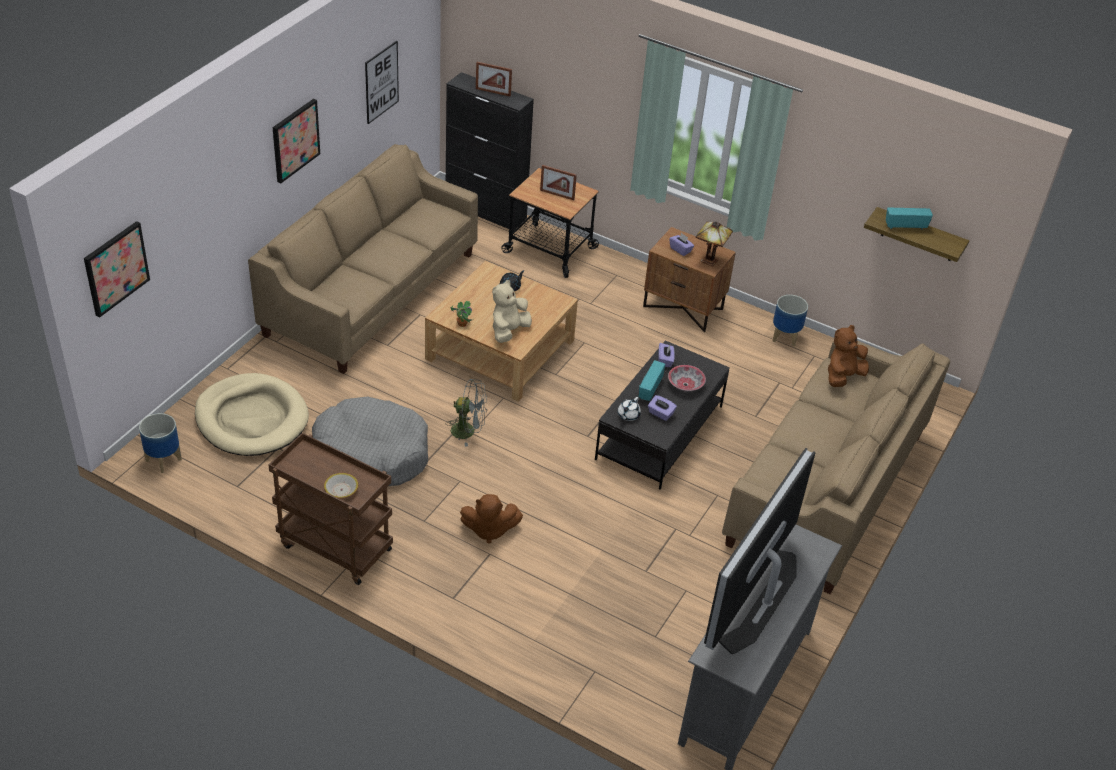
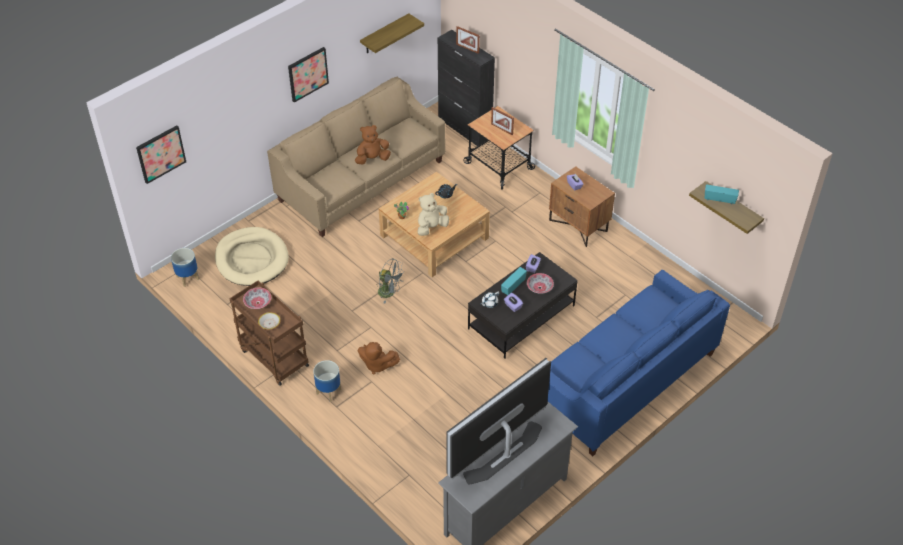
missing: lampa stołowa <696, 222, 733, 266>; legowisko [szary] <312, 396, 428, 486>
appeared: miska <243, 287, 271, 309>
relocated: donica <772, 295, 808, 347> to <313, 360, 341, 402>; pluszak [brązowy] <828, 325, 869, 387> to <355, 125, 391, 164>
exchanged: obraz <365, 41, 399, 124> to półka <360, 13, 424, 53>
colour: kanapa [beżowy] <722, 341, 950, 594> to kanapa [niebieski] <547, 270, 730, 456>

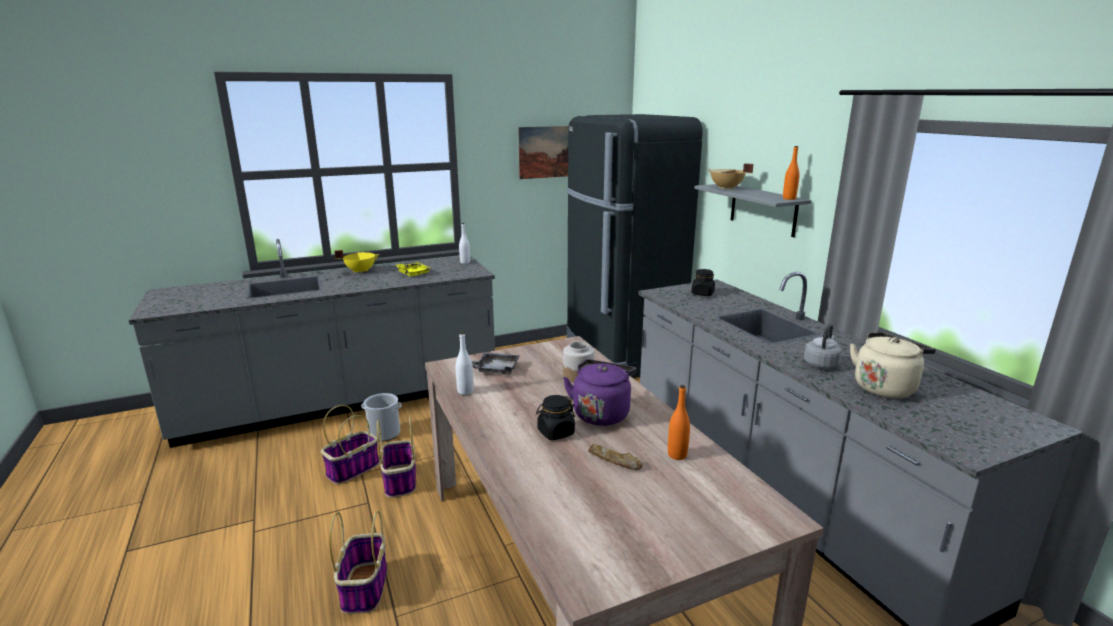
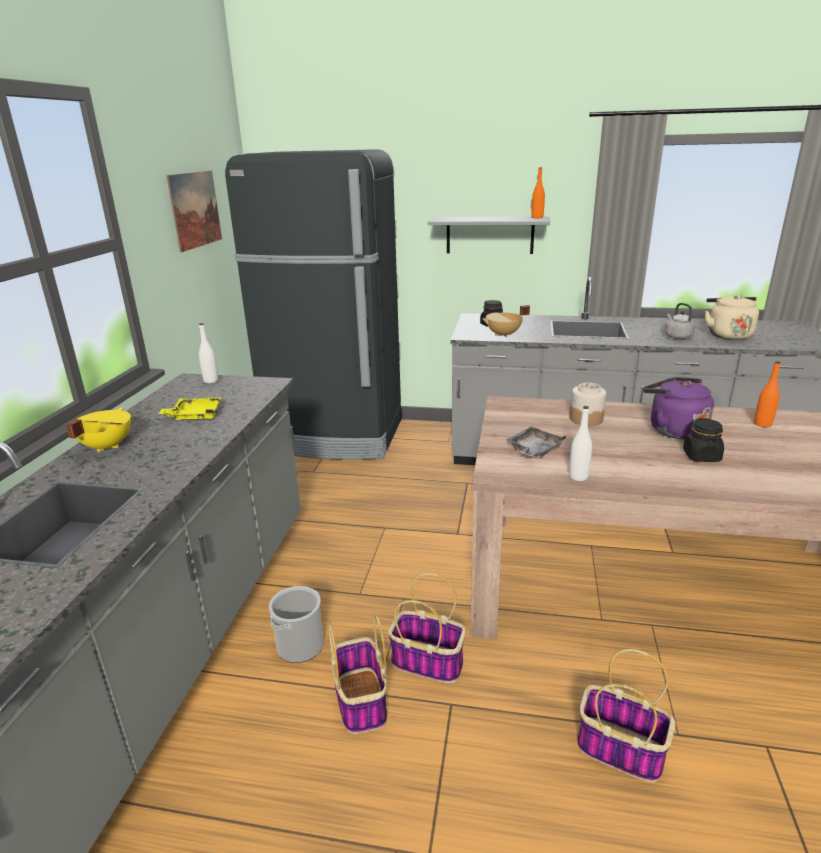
missing: chleb <588, 444, 643, 470>
relocated: garnek [beżowy] <708, 163, 754, 190> to <483, 305, 530, 337>

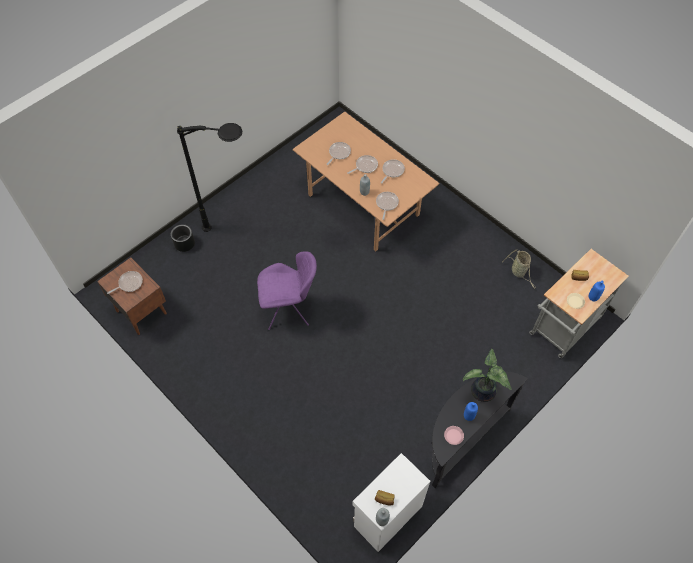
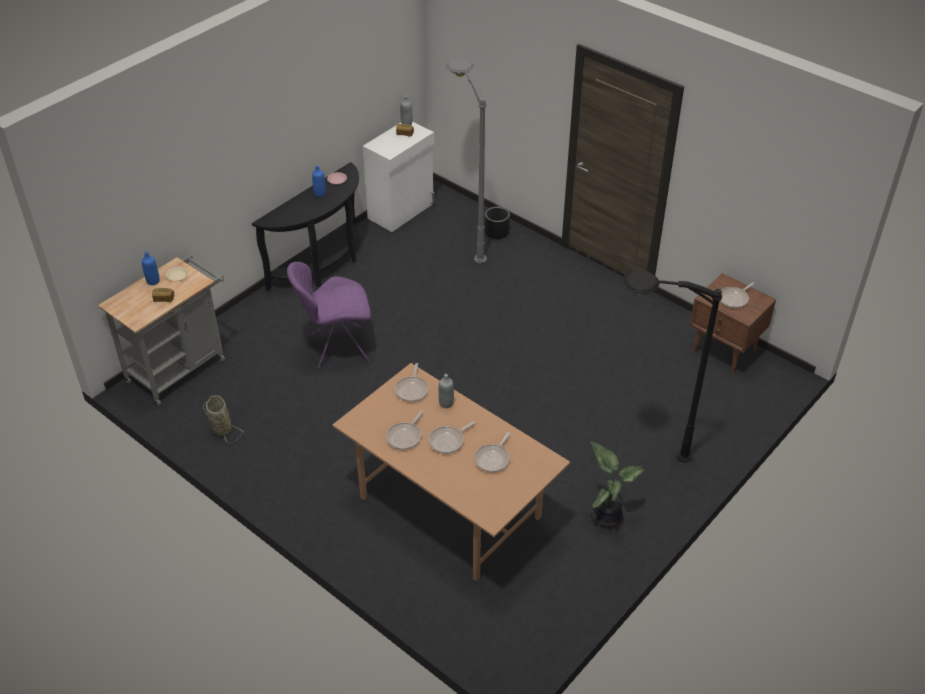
appeared: lampa stojąca [szary] <446, 57, 487, 264>
relocated: donica [czarny] <171, 224, 195, 252> to <484, 206, 510, 239>; krzesło [fioletowy] <257, 251, 317, 330> to <287, 262, 371, 369>; roślina doniczkowa <463, 349, 512, 402> to <590, 442, 644, 527>

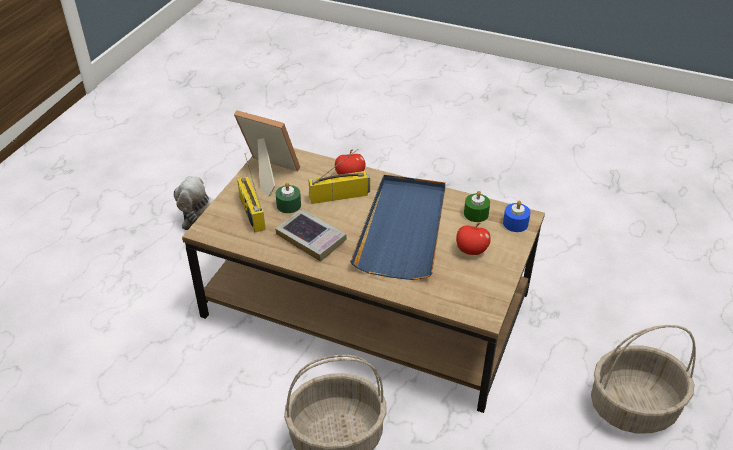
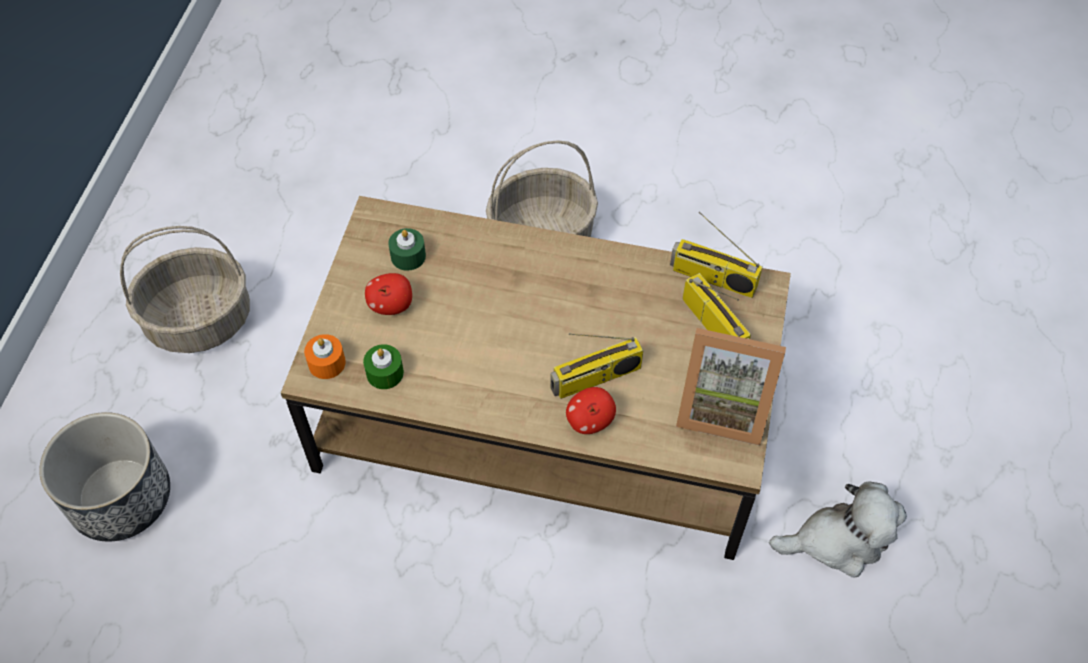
missing: taca [niebieski] <350, 175, 446, 280>; książka <275, 209, 347, 262>
appeared: radio <670, 212, 763, 298>; donica <39, 412, 170, 542>
relocated: świeca [zielony] <275, 182, 301, 213> to <388, 228, 426, 271>
colour: świeca [niebieski] <503, 200, 531, 232> to świeca [pomarańczowy] <304, 334, 346, 379>

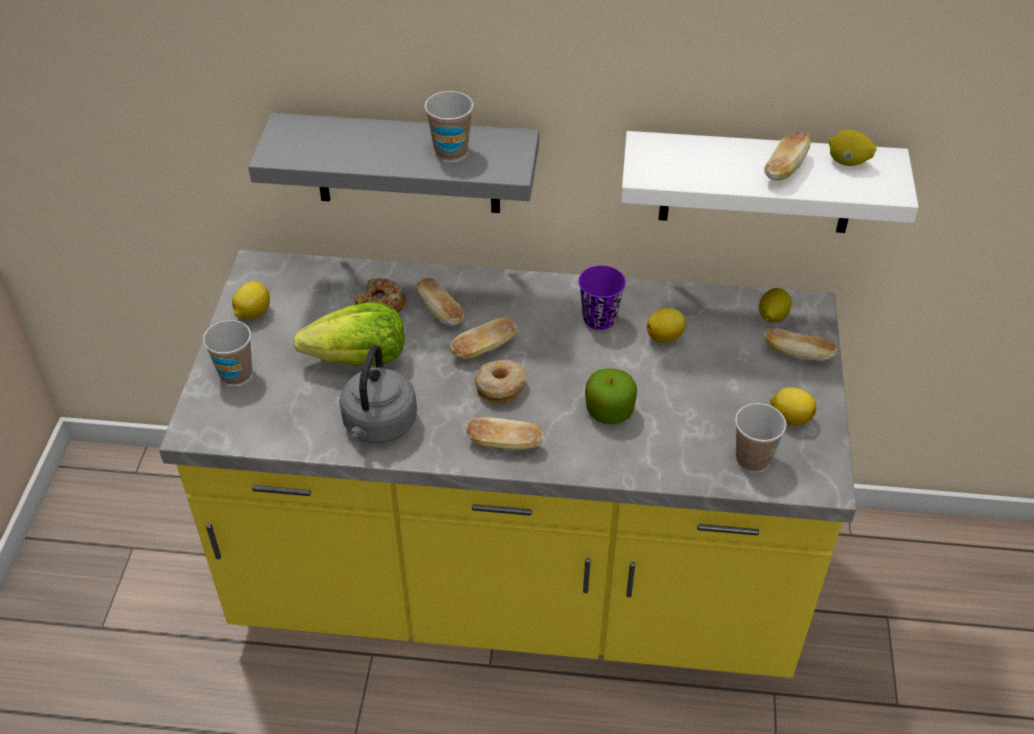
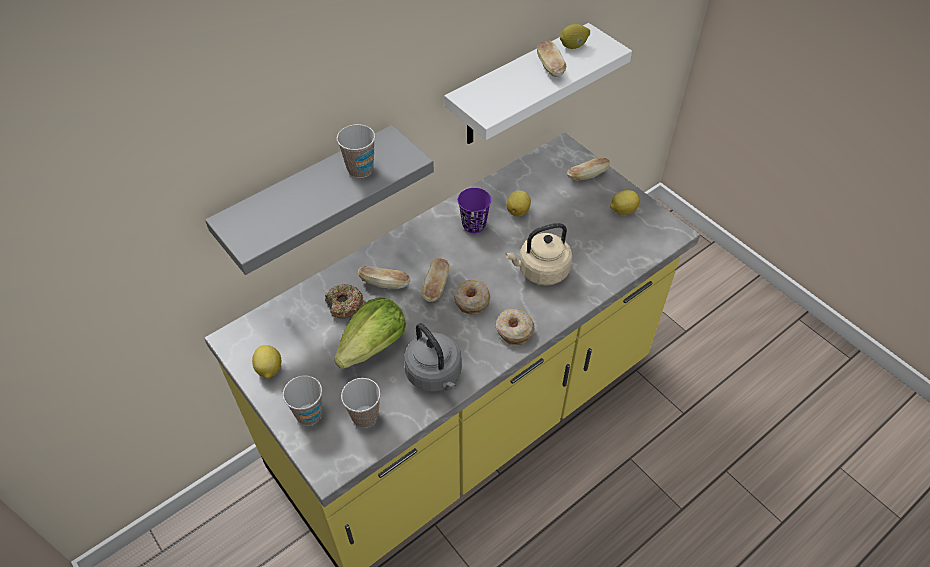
missing: cytryna <759, 288, 792, 322>
relocated: filiżanka <735, 403, 786, 472> to <341, 378, 381, 428>
exchanged: jabłko <585, 368, 637, 425> to czajnik [beżowy] <505, 223, 572, 286>; chleb <466, 417, 544, 450> to donut <496, 309, 534, 345>

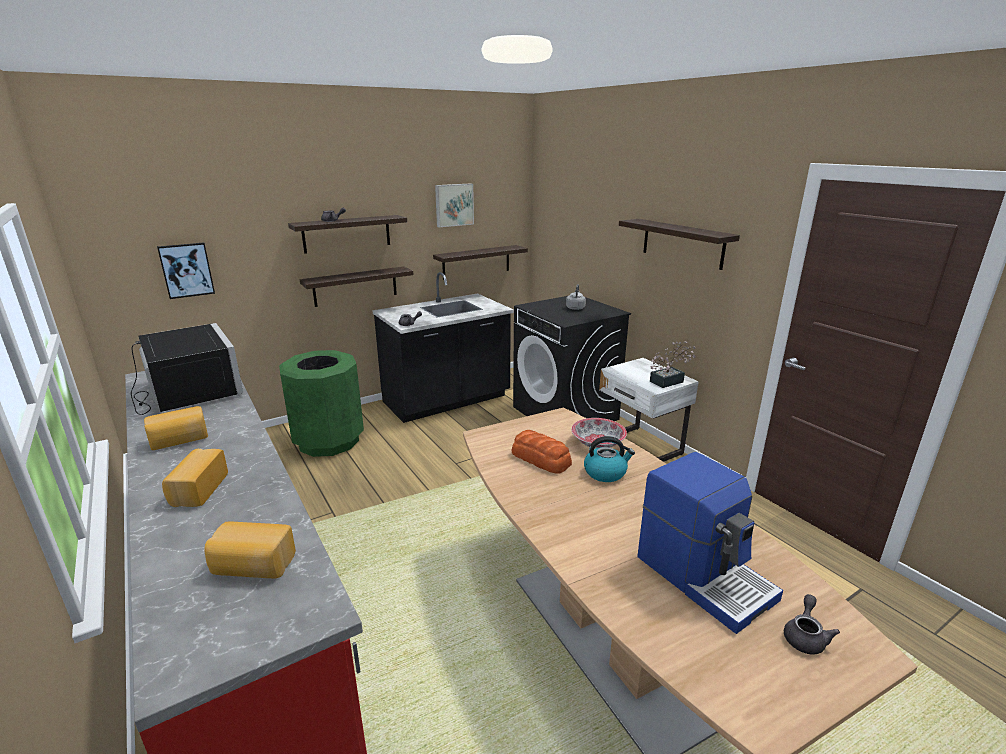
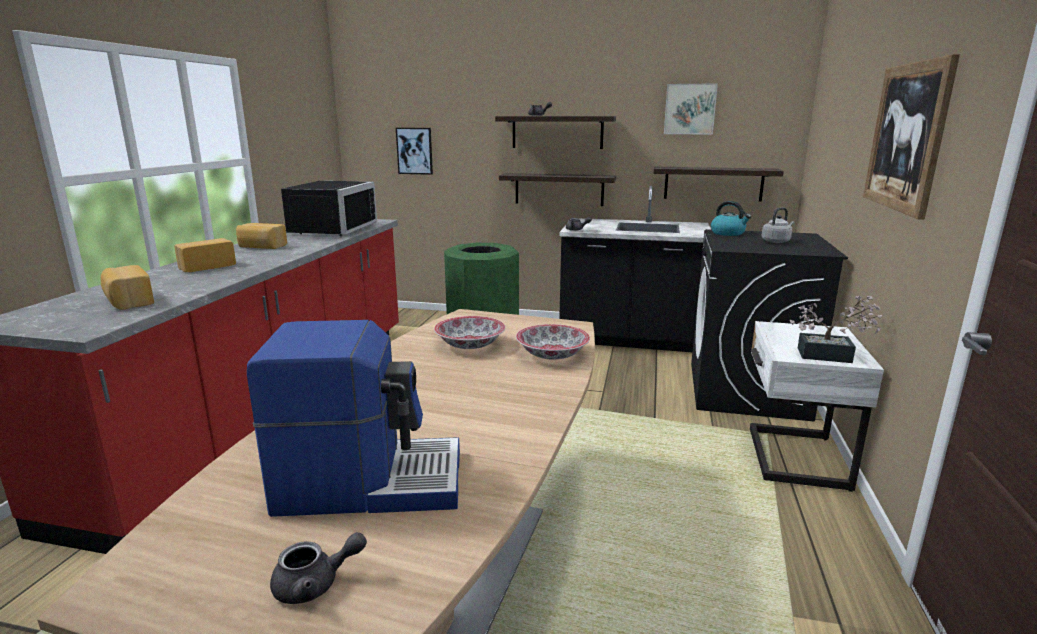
relocated: czajnik <584, 436, 635, 482> to <711, 201, 751, 236>
exchanged: półka <619, 219, 740, 270> to obraz <863, 54, 960, 220>; chleb <512, 430, 572, 474> to miska <434, 316, 505, 349>
spun: ekspres do kawy <637, 452, 783, 634> = <247, 320, 460, 517> 105 degrees counterclockwise

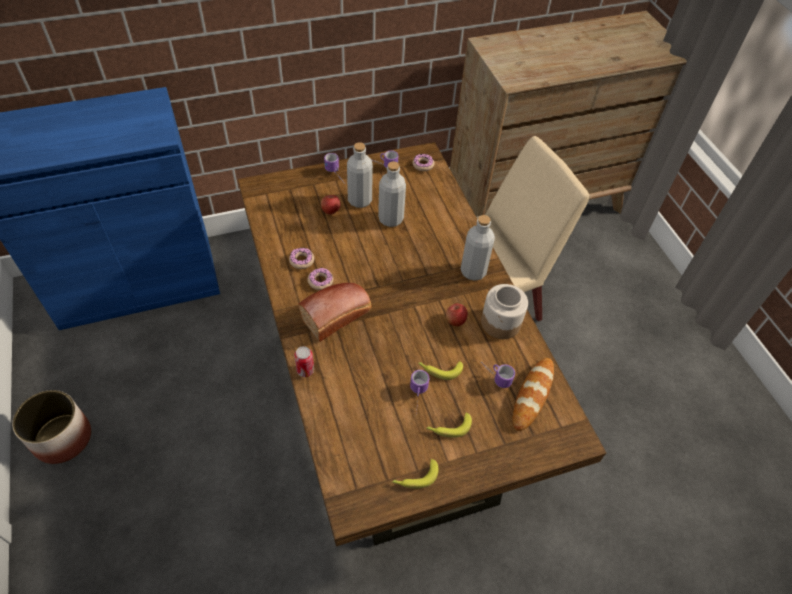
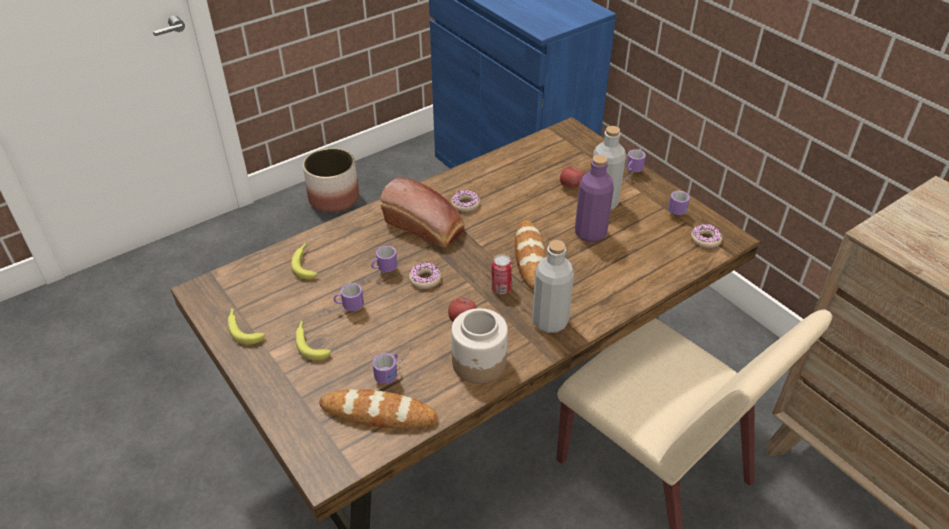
appeared: chleb <515, 220, 546, 290>; kubek <358, 246, 398, 283>
relocated: donut <289, 248, 314, 269> to <409, 262, 441, 289>; puszka <294, 346, 314, 377> to <491, 254, 512, 294>; banan <418, 361, 463, 380> to <291, 243, 317, 280>
colour: butelka [szary] <378, 161, 406, 227> to butelka [fioletowy] <575, 155, 614, 242>

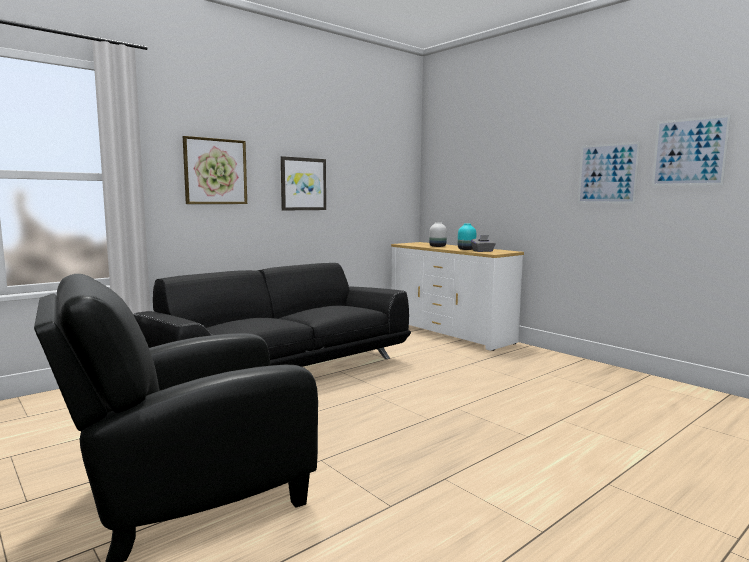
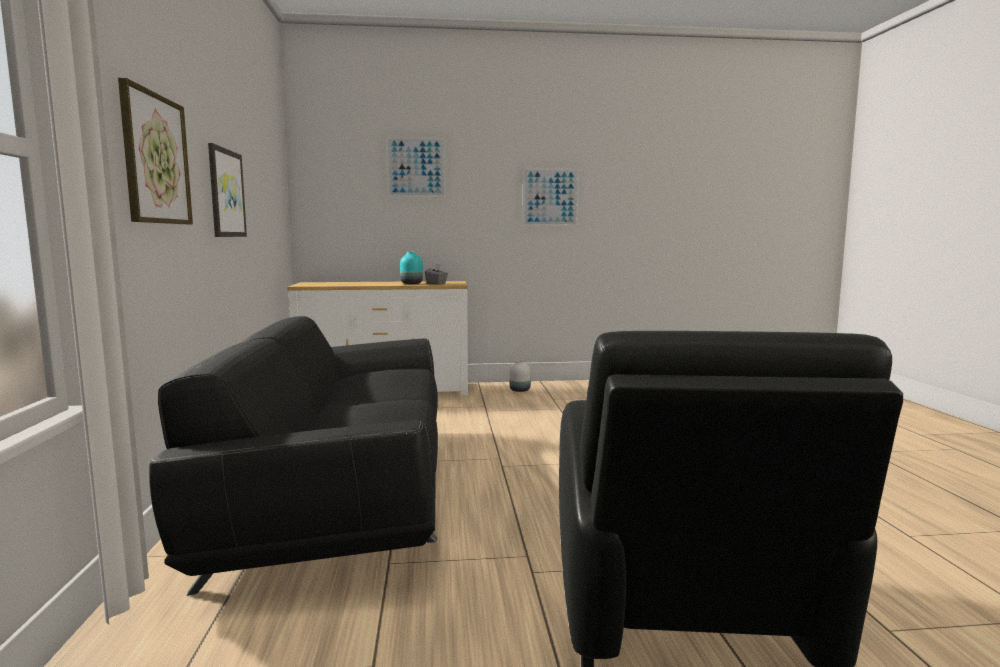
relocated: obraz <652, 115, 731, 186> to <386, 137, 446, 197>; wazon [biały] <429, 222, 447, 247> to <509, 360, 531, 392>

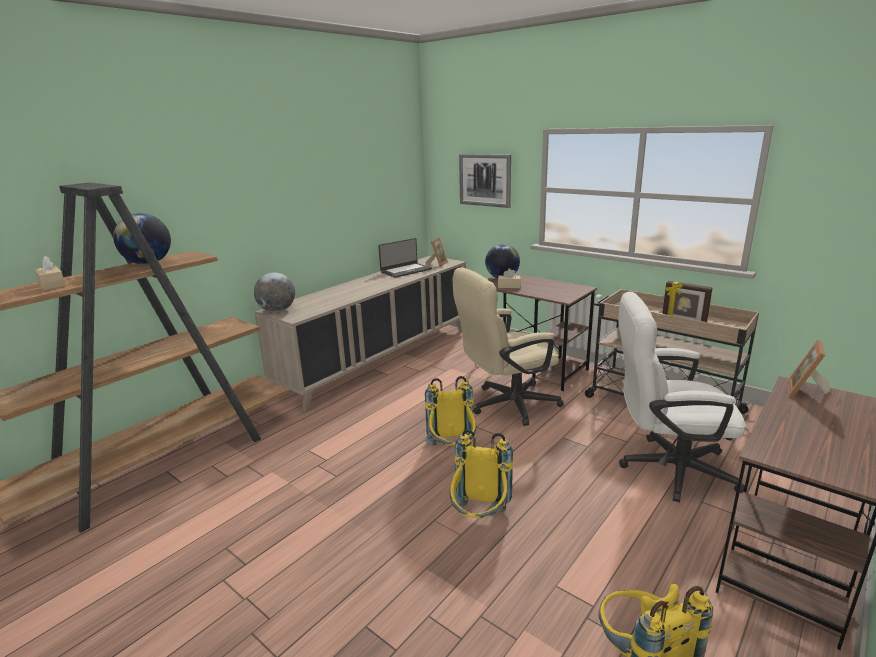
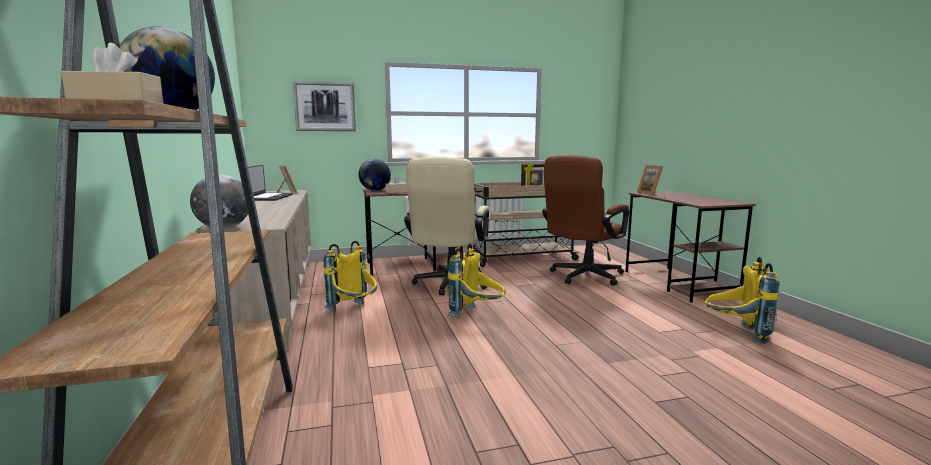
relocated: plecak [żółty] <450, 429, 513, 519> to <323, 241, 378, 311>
colour: krzesło biurowe [biały] <618, 292, 746, 502> to krzesło biurowe [brązowy] <542, 155, 629, 286>

